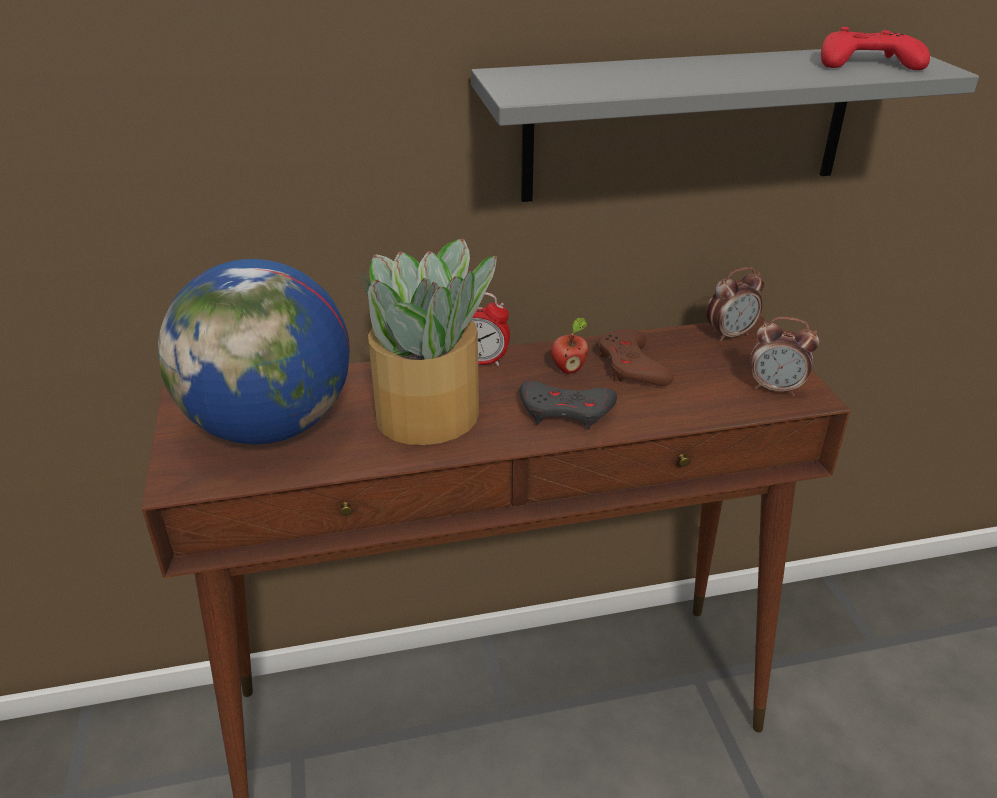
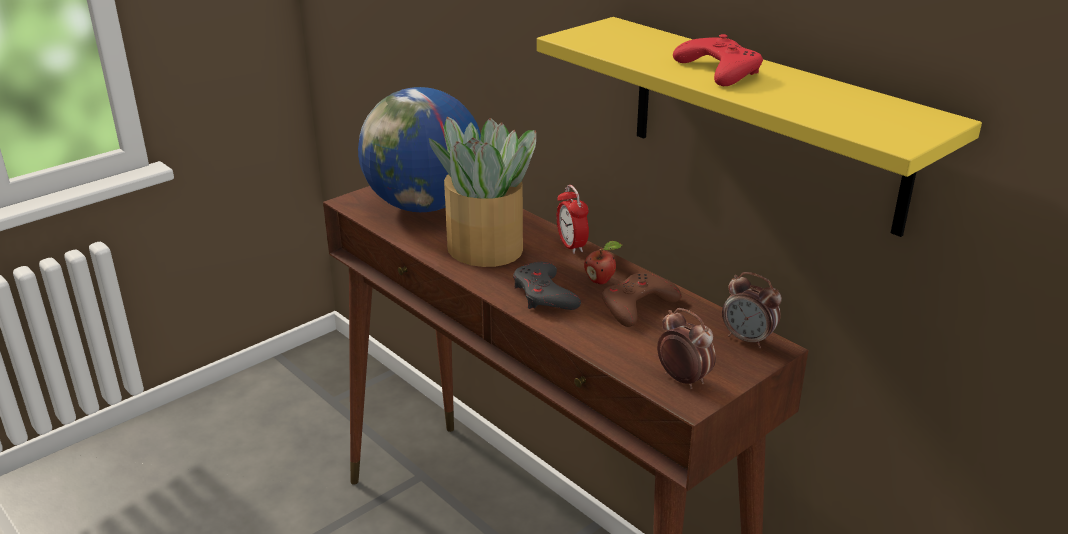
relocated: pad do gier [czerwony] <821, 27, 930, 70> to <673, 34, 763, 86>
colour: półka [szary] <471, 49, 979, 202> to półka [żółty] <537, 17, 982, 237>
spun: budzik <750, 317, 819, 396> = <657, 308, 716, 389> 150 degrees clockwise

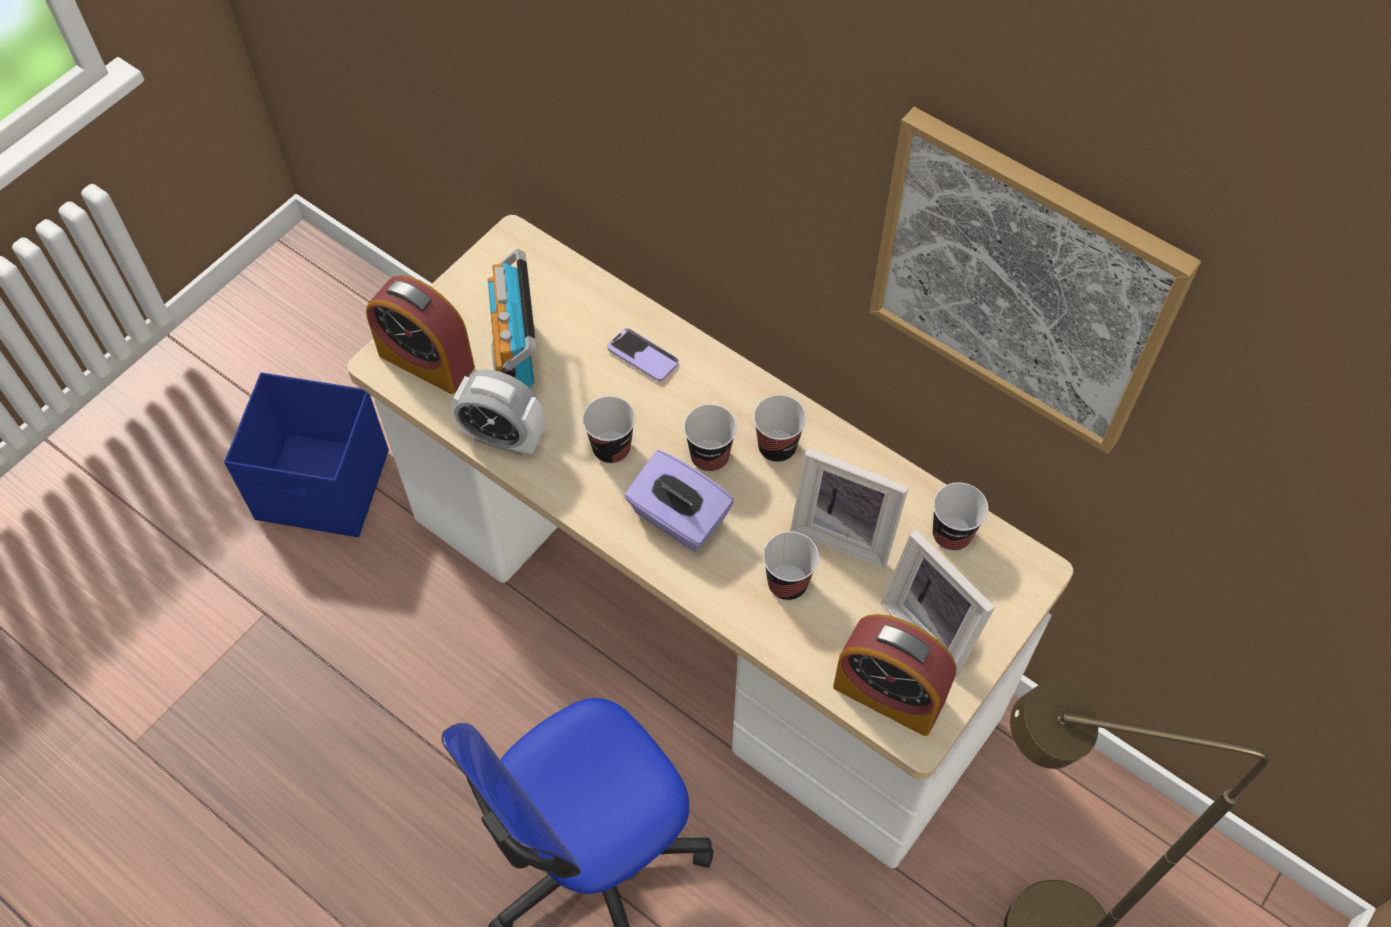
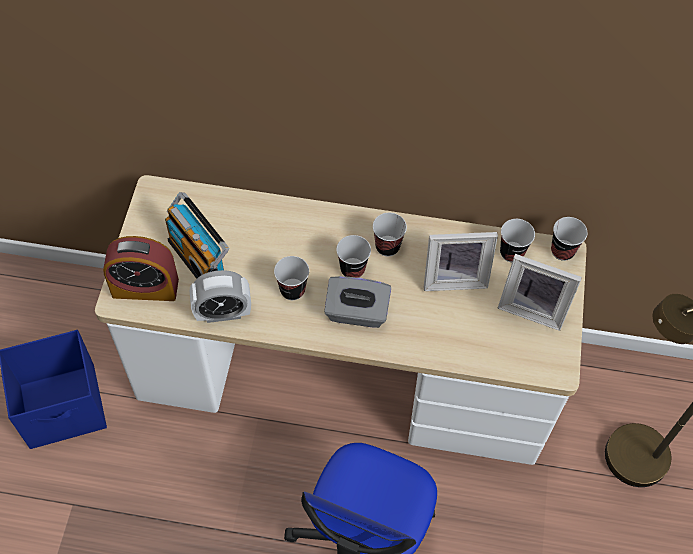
missing: obraz <869, 107, 1201, 454>; telefon <608, 328, 679, 381>; budzik <833, 614, 957, 736>
relocated: filiżanka <763, 531, 819, 600> to <551, 217, 587, 261>
colour: pudełko chusteczek [fioletowy] <624, 450, 734, 552> to pudełko chusteczek [szary] <324, 276, 391, 328>

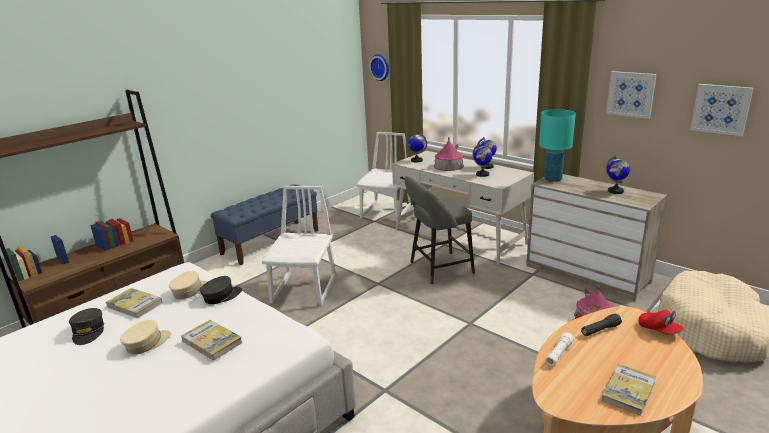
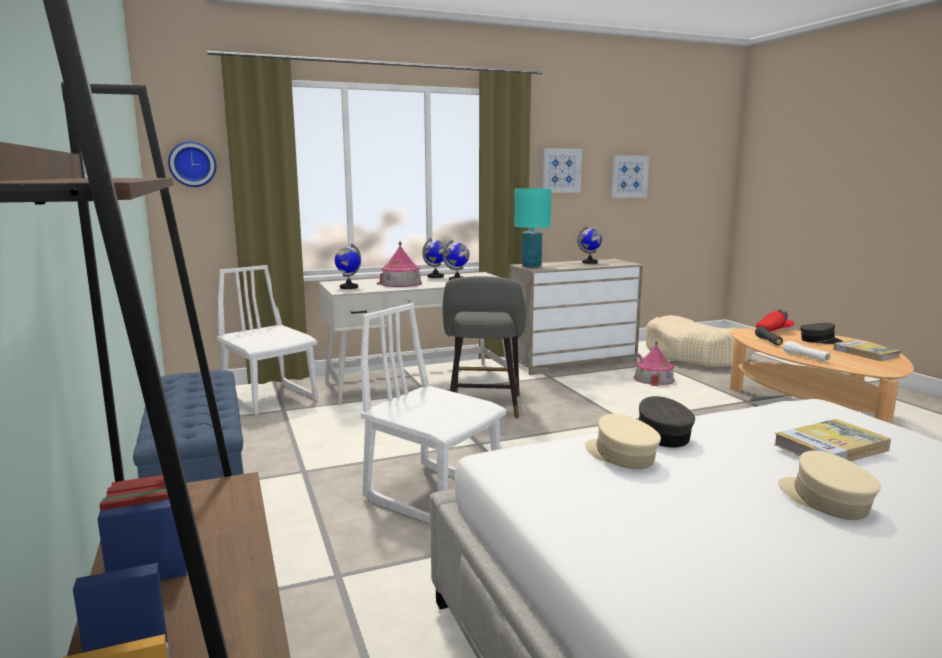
missing: książka <106, 288, 163, 318>
relocated: czapka z daszkiem [szary] <69, 308, 104, 345> to <800, 323, 844, 344>

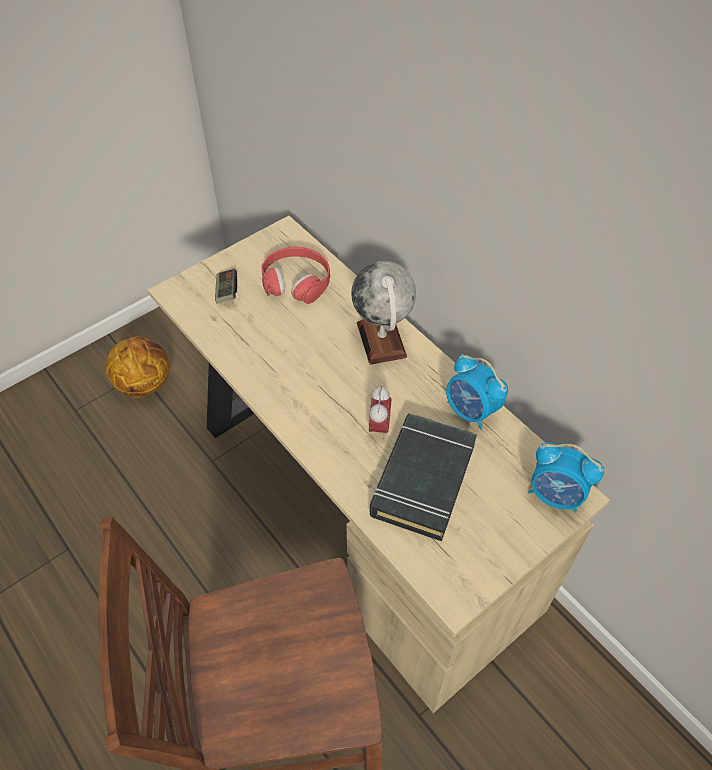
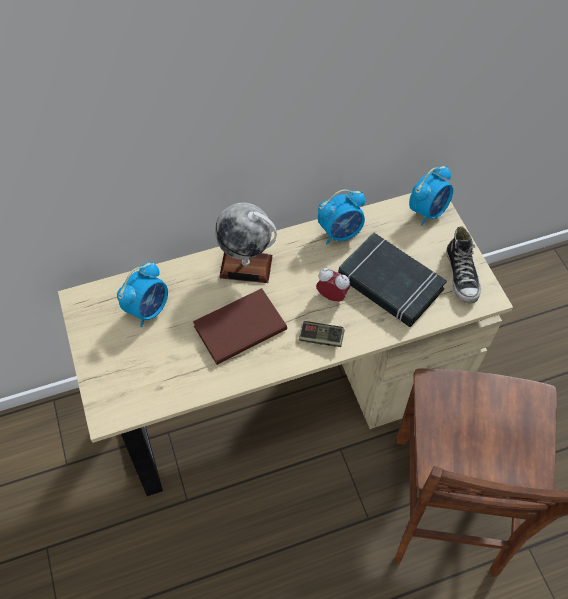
missing: piłka do koszykówki <106, 336, 169, 398>
appeared: but <446, 226, 481, 303>; książka [brązowy] <193, 288, 287, 365>
relocated: pad do gier <215, 268, 237, 304> to <299, 321, 345, 347>
exchanged: słuchawki [czerwony] <261, 247, 330, 304> to budzik <117, 261, 168, 327>

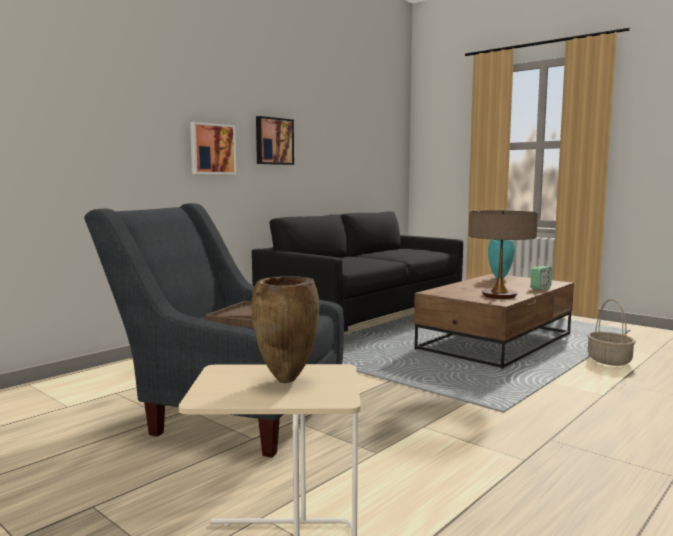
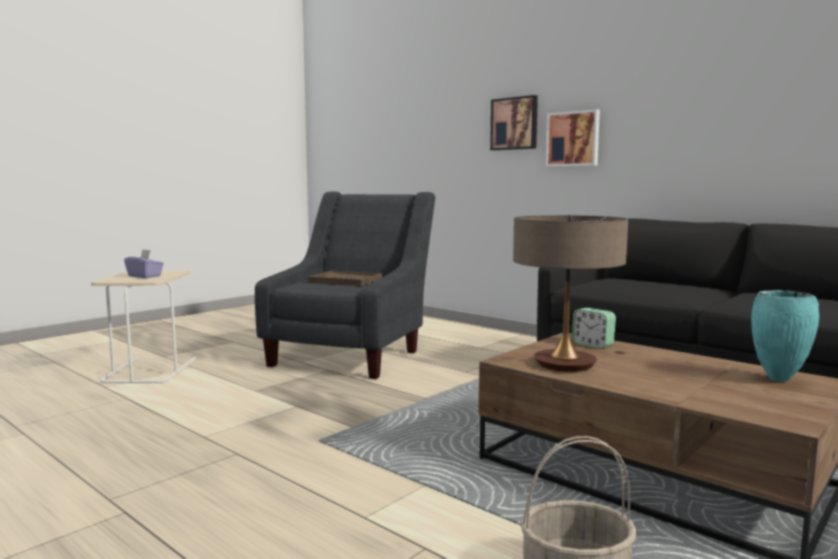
relocated: obraz <256, 116, 294, 165> to <490, 95, 538, 150>; budzik <531, 266, 552, 290> to <572, 308, 616, 349>
exchanged: wazon [brązowy] <251, 276, 320, 383> to pudełko chusteczek [fioletowy] <124, 249, 164, 278>

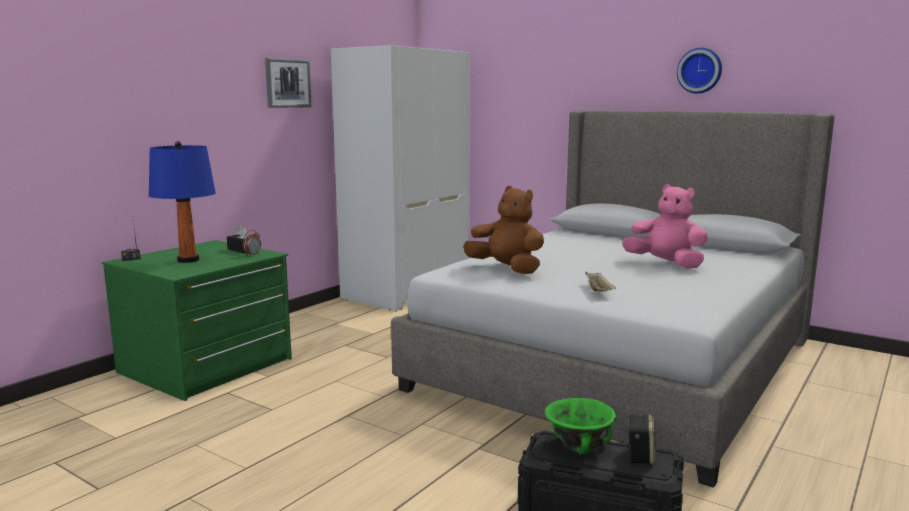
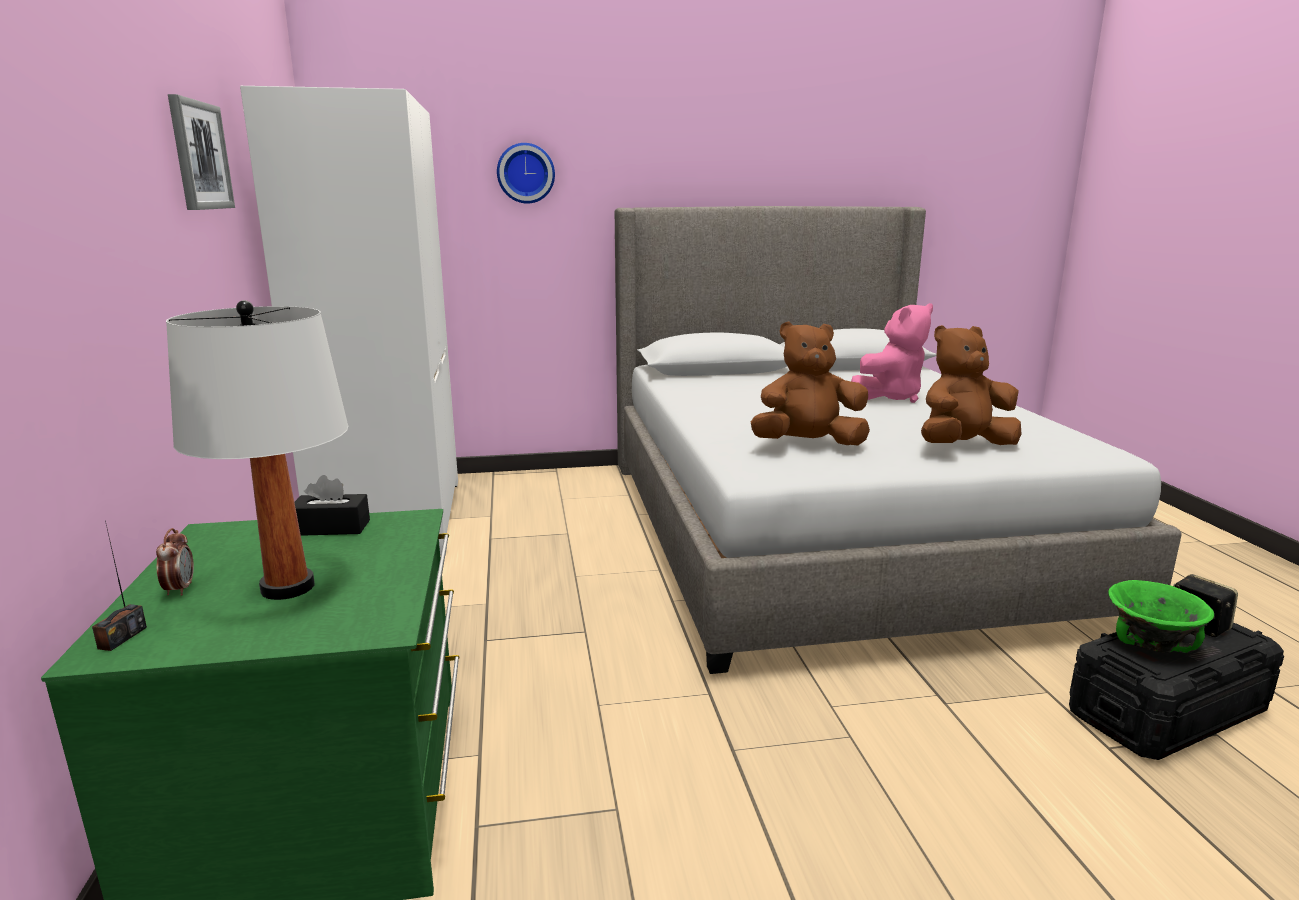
relocated: zegar ścienny <677, 48, 722, 94> to <497, 143, 555, 204>; budzik <243, 230, 261, 255> to <156, 528, 194, 596>
exchanged: taca [beżowy] <585, 272, 616, 292> to pluszak [brązowy] <921, 325, 1021, 445>
colour: lampa stołowa [niebieski] <149, 141, 216, 263> to lampa stołowa [biały] <166, 300, 348, 600>
spun: pluszak [różowy] <622, 184, 708, 269> = <851, 303, 933, 403> 150 degrees clockwise

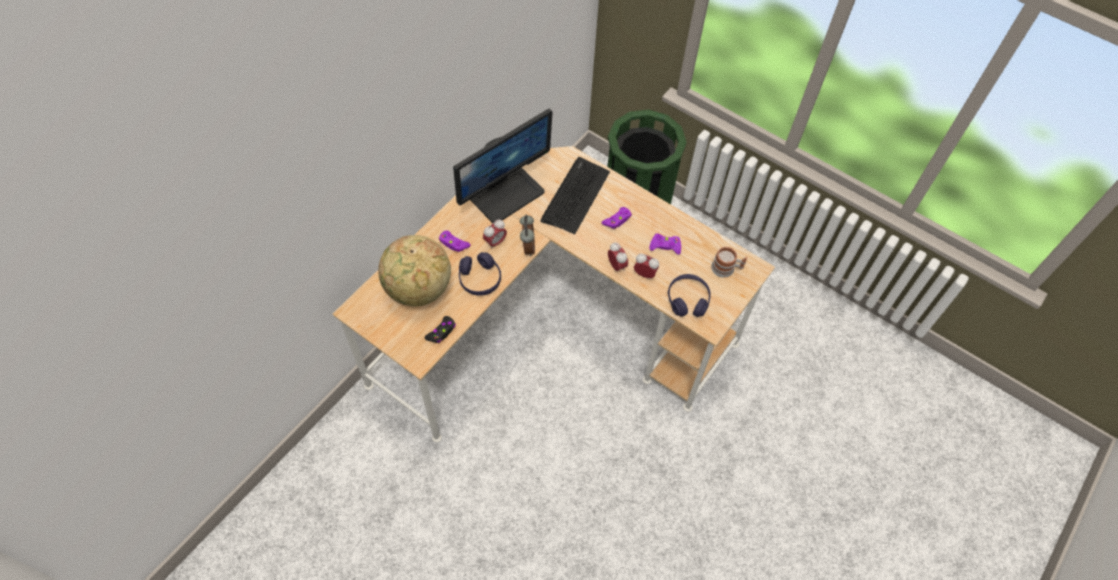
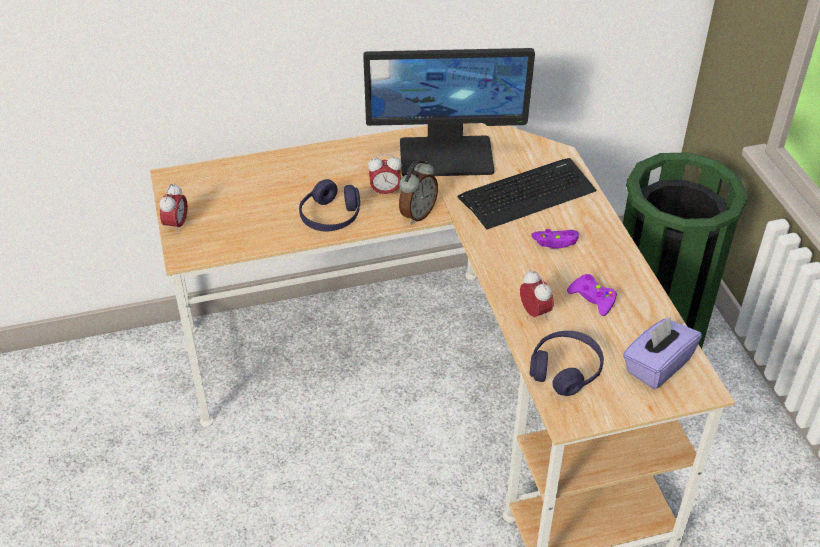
missing: pad do gier [fioletowy] <439, 230, 471, 252>; globus <378, 235, 451, 307>; pad do gier [czarny] <424, 316, 456, 343>
relocated: budzik <608, 242, 628, 271> to <159, 183, 188, 234>
exchanged: kubek <711, 247, 747, 278> to pudełko chusteczek [fioletowy] <623, 316, 702, 389>

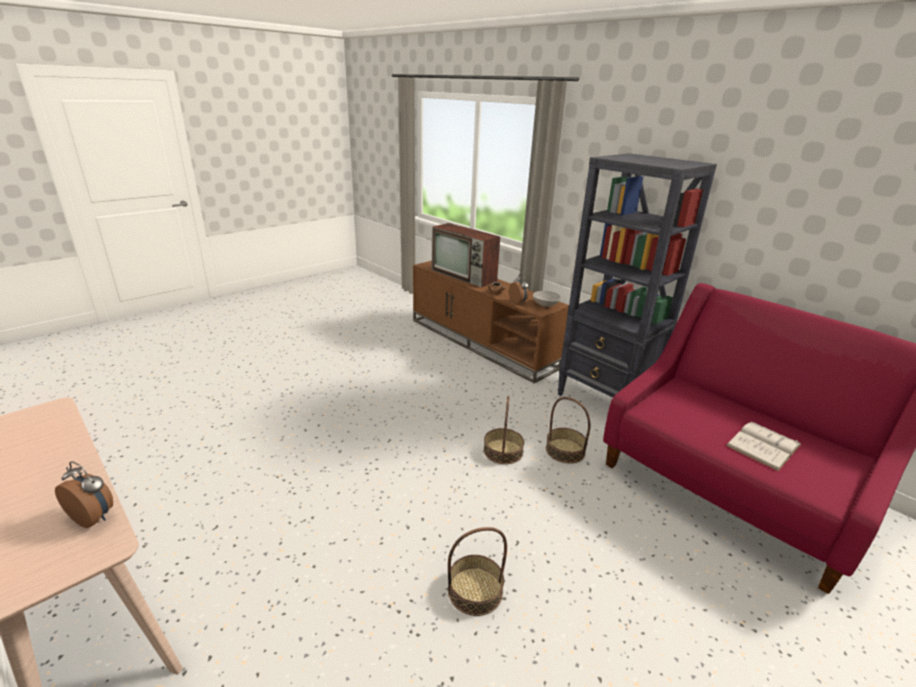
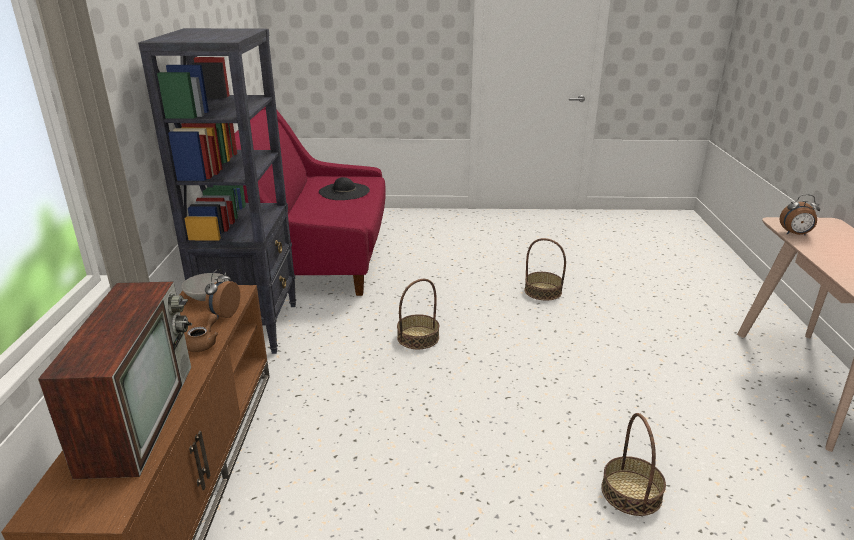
relocated: koszyk <546, 397, 590, 464> to <601, 413, 666, 516>
exchanged: książka [biały] <726, 422, 801, 471> to kapelusz [czarny] <319, 177, 370, 200>
spun: budzik <55, 461, 113, 528> = <779, 194, 820, 235> 60 degrees counterclockwise

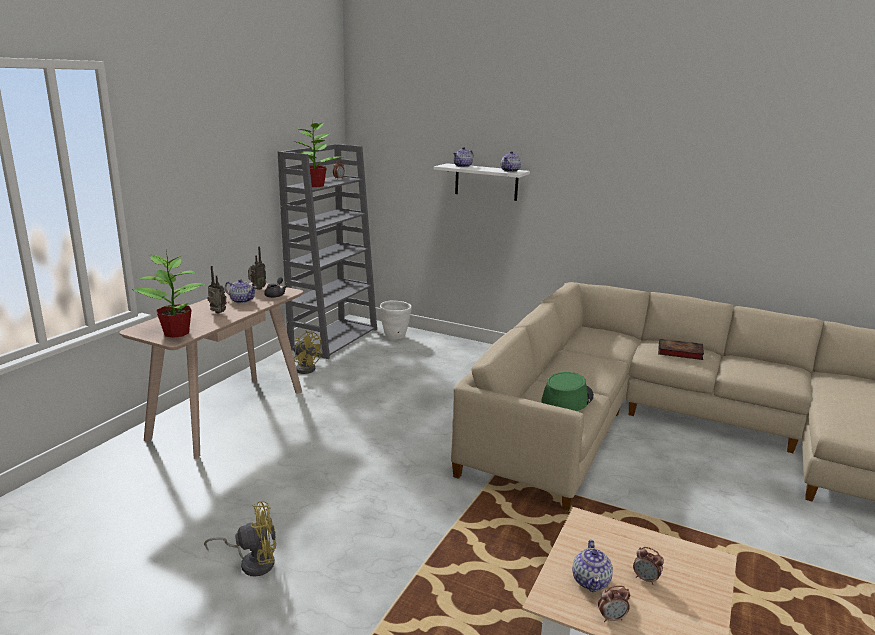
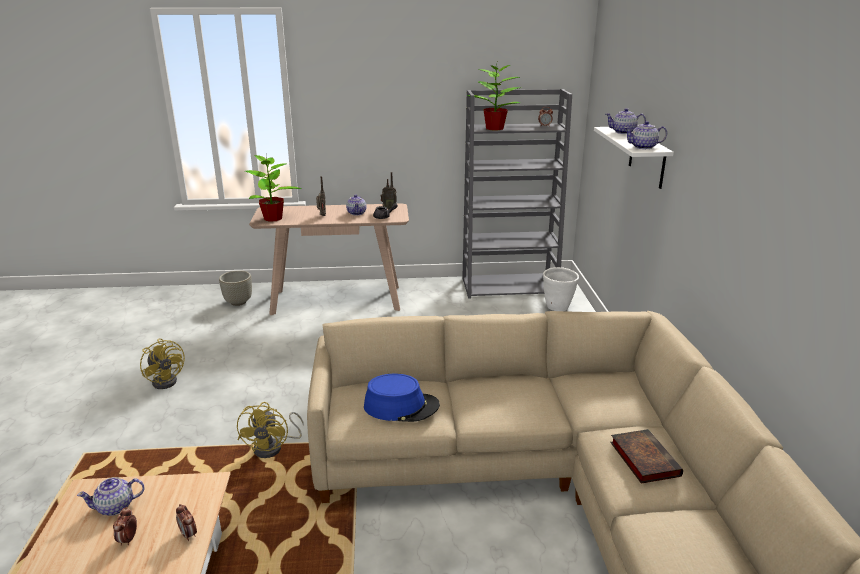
appeared: donica [szary] <219, 270, 252, 306>
relocated: wentylator [żółty] <293, 330, 322, 374> to <237, 402, 304, 458>; budzik <598, 585, 630, 622> to <176, 504, 197, 541>
colour: kapelusz [zielony] <541, 372, 594, 411> to kapelusz [niebieski] <364, 374, 440, 422>

